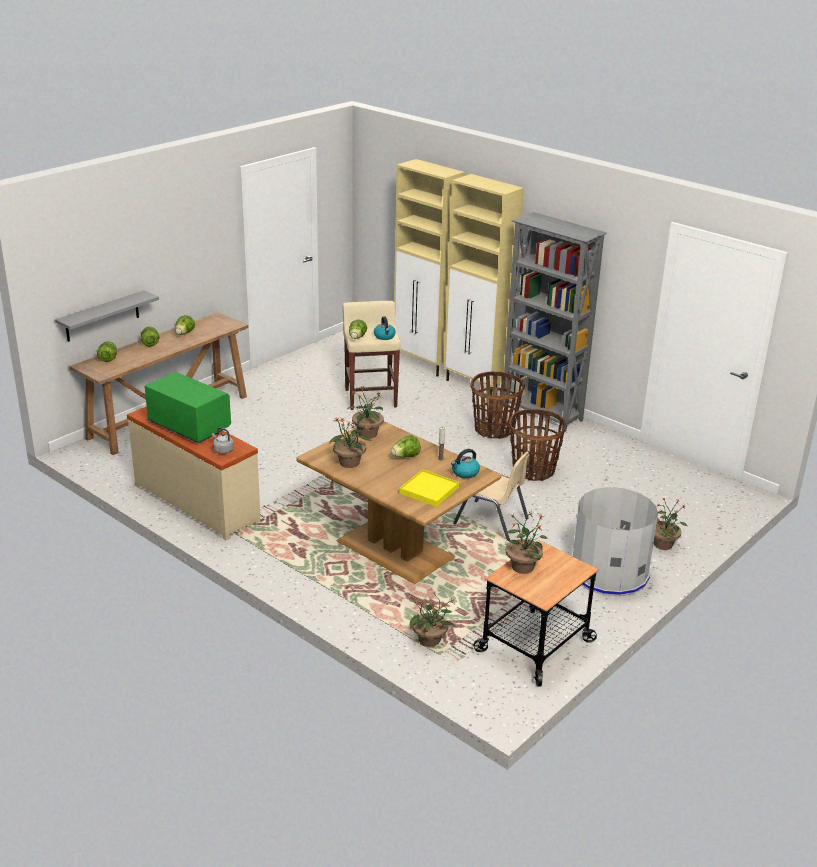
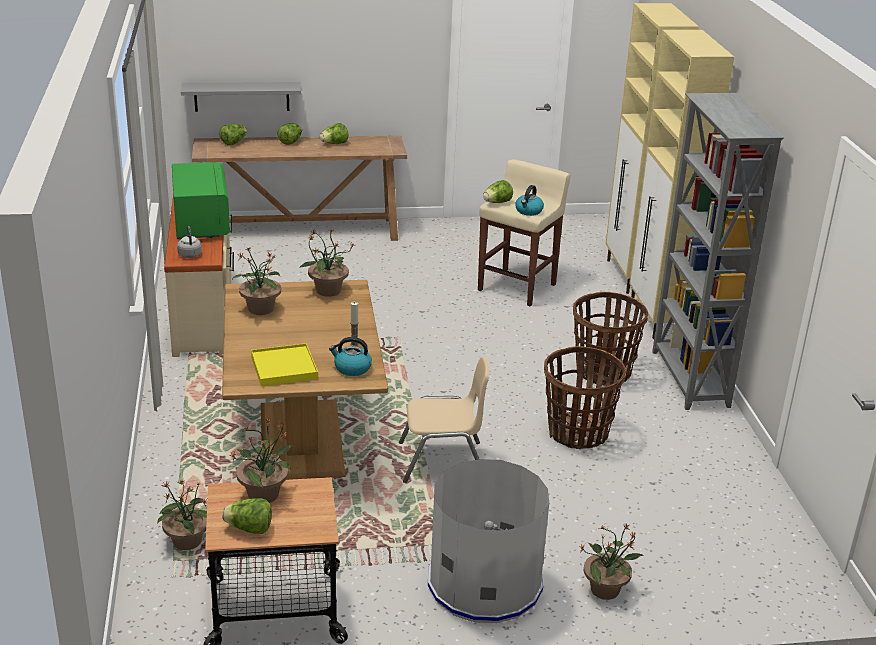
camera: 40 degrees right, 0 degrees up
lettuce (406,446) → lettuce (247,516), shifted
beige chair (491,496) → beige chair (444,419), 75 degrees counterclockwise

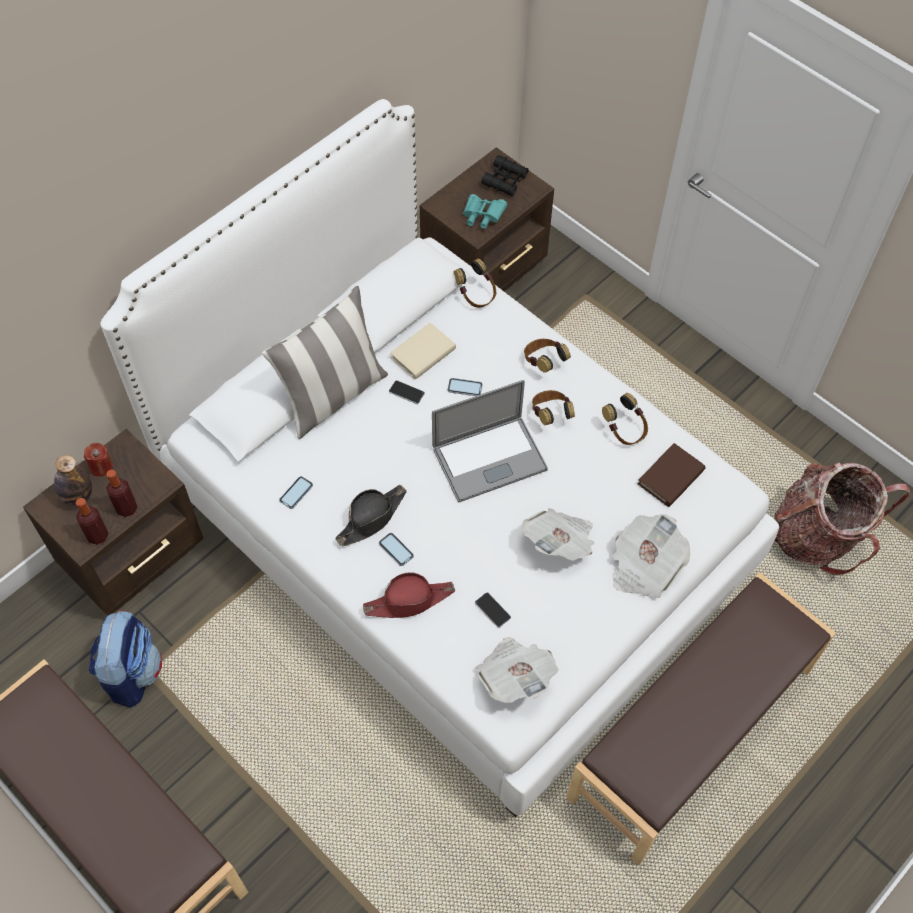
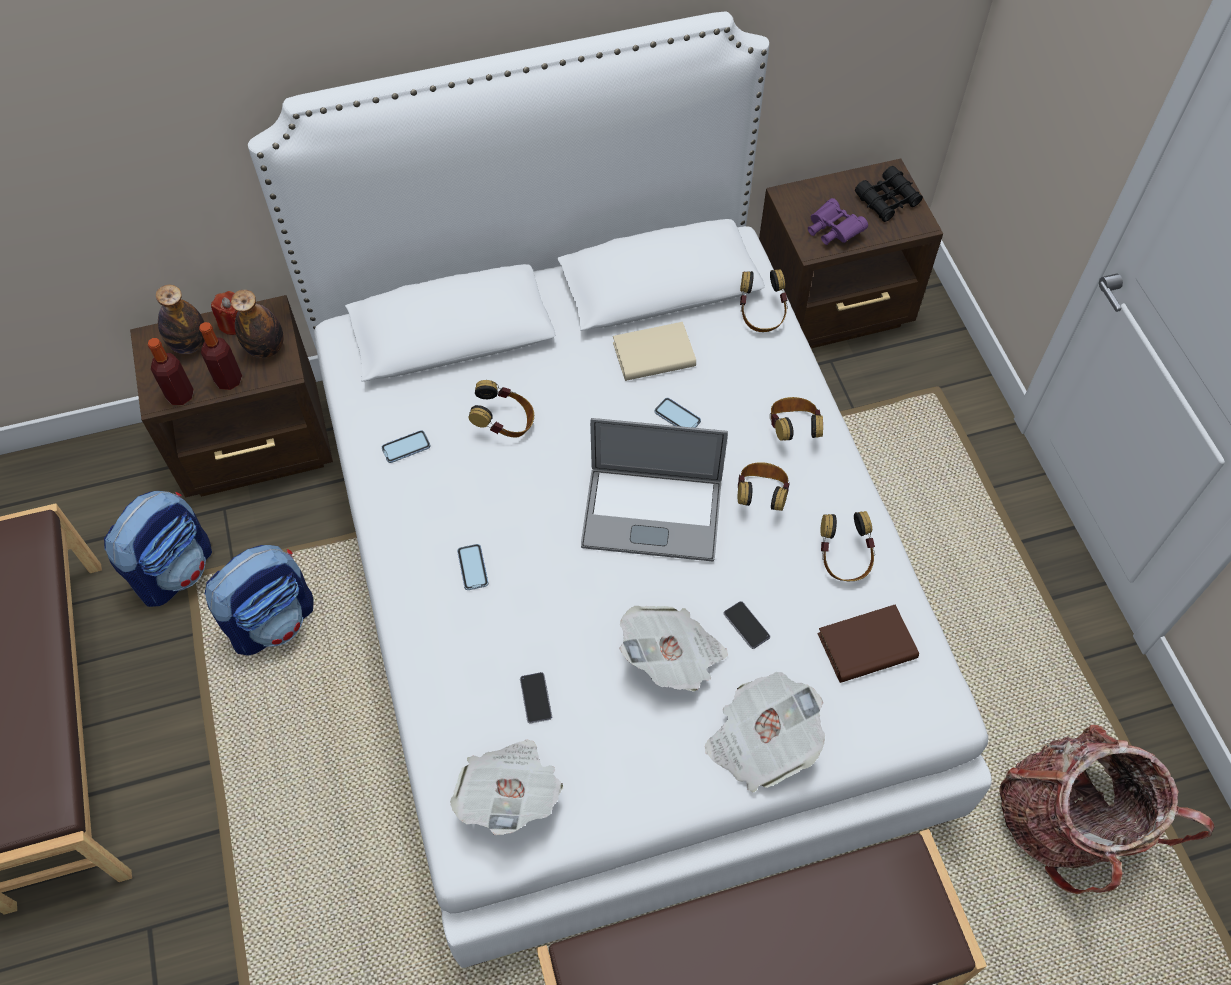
camera: 30 degrees right, 0 degrees up
- → backpack (259,600)
- → bottle (257,324)
- → headphones (501,408)
phone (407,392) → phone (747,625), shifted
turquoise binoculars (485,211) → purple binoculars (838,221)
pillow (325,362) → -
black hat (371,515) → -
red hat (409,595) → -

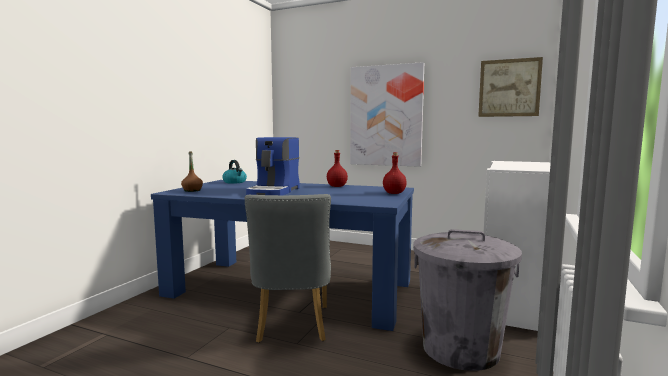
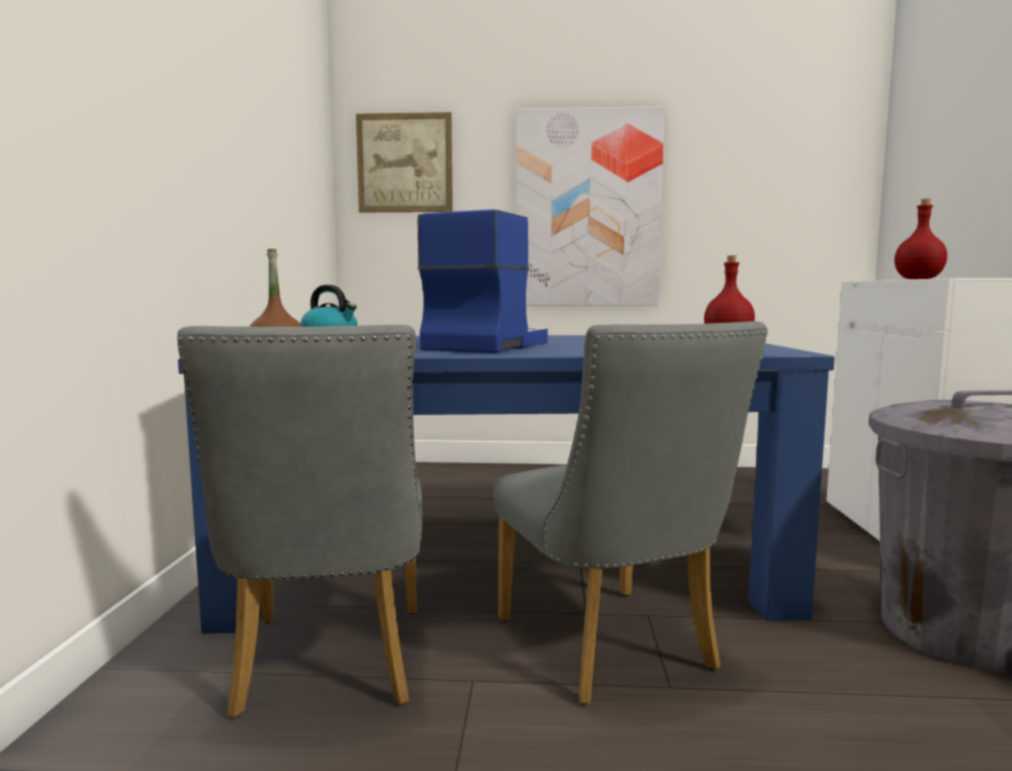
camera: 20 degrees left, 0 degrees up
- → grey chair (300,521)
picture (510,87) → picture (404,162), shifted
coffee machine (273,166) → coffee machine (483,281), 150 degrees counterclockwise
red bottle (337,168) → red bottle (920,239), shifted

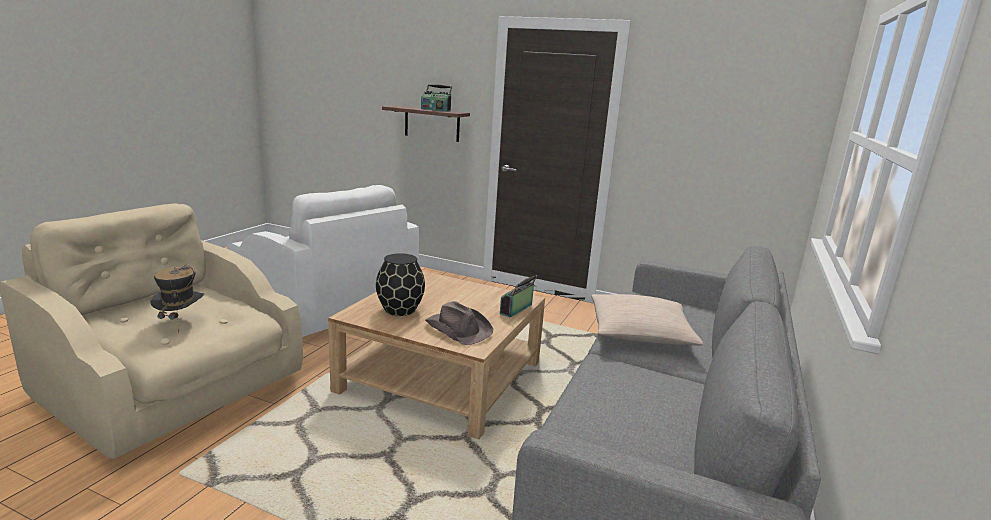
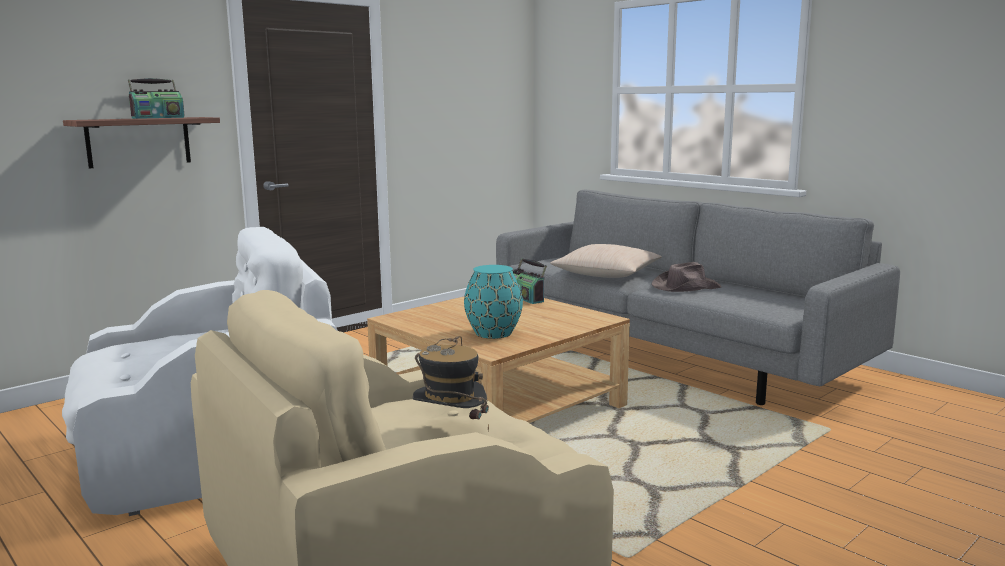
camera: 65 degrees left, 5 degrees down
black vase (400,284) → turquoise vase (493,302)
brown hat (459,323) → brown hat (686,277), shifted

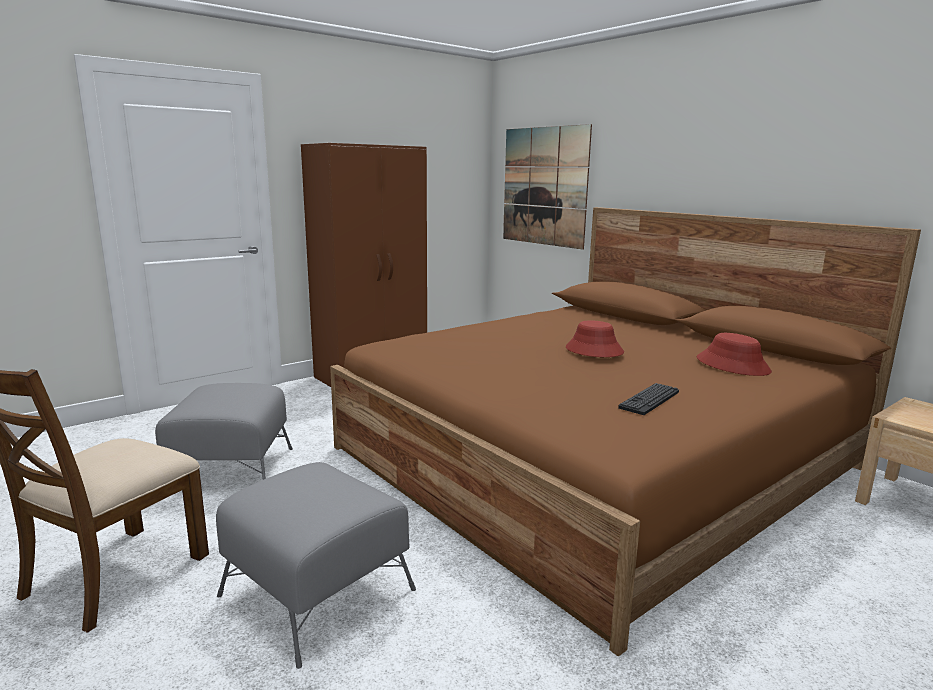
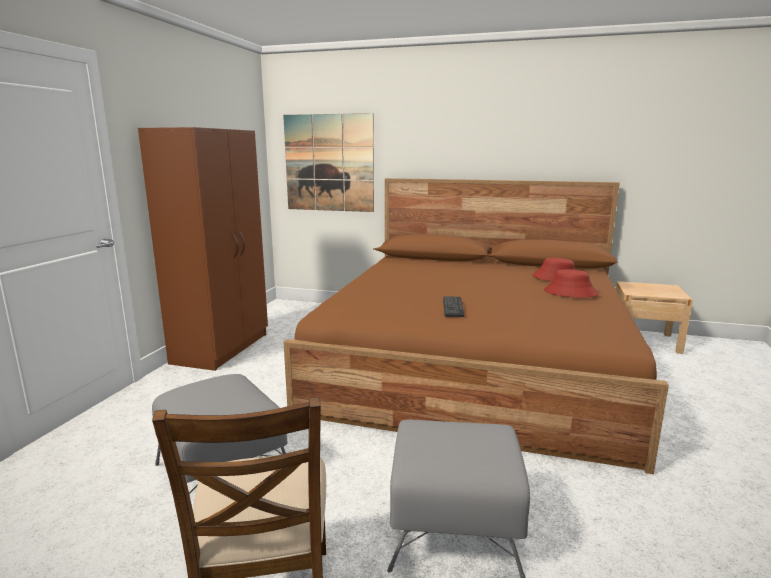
camera: 35 degrees left, 0 degrees up
keyboard (648,399) → keyboard (453,306), shifted
red hat (595,338) → red hat (571,284), shifted

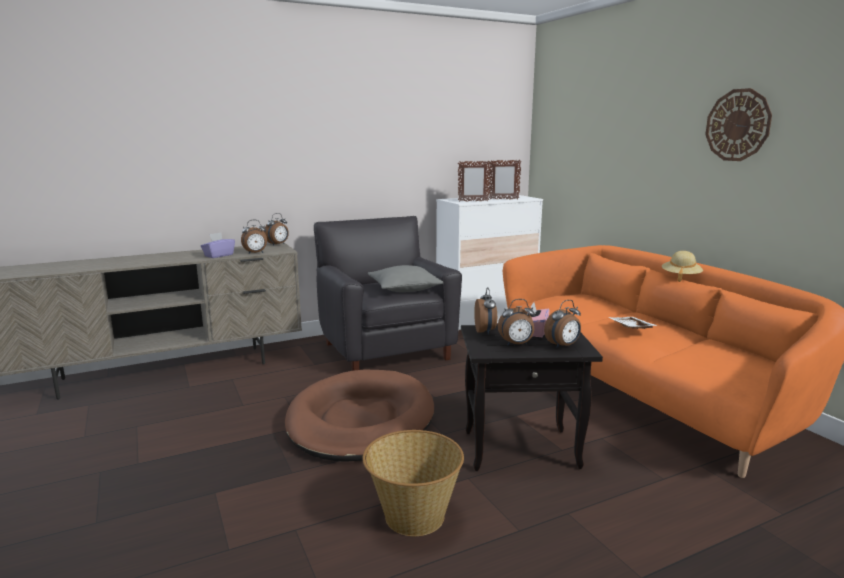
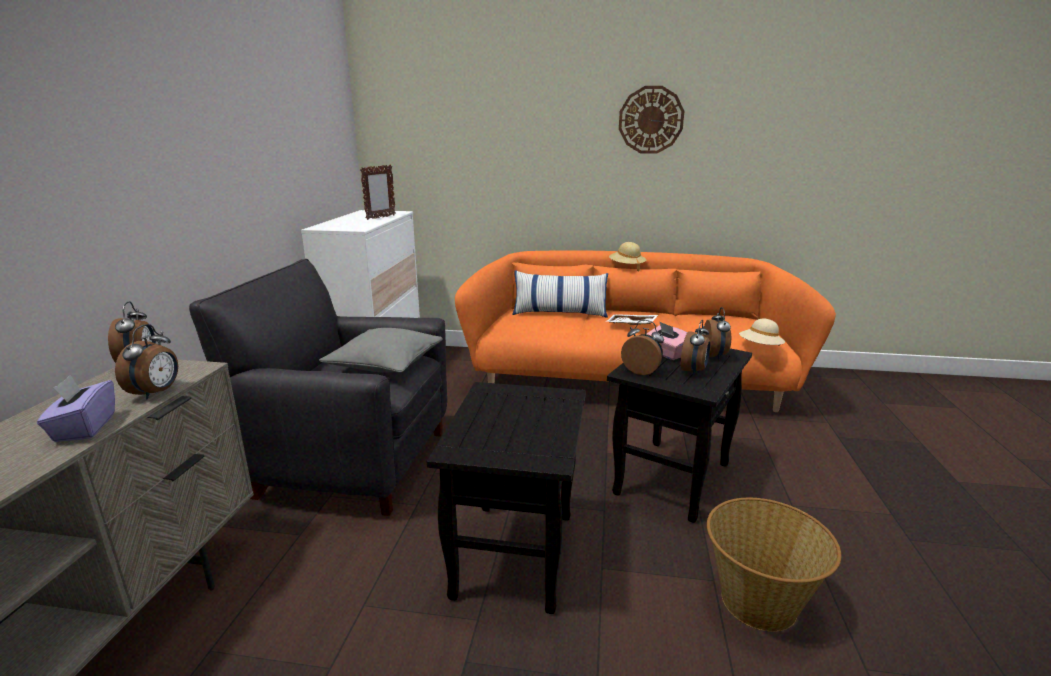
camera: 55 degrees left, 5 degrees up
brown dog bed (359,415) → black side table (506,498)
- → pillow (560,294)
- → beige hat (762,332)
picture frame (474,181) → -

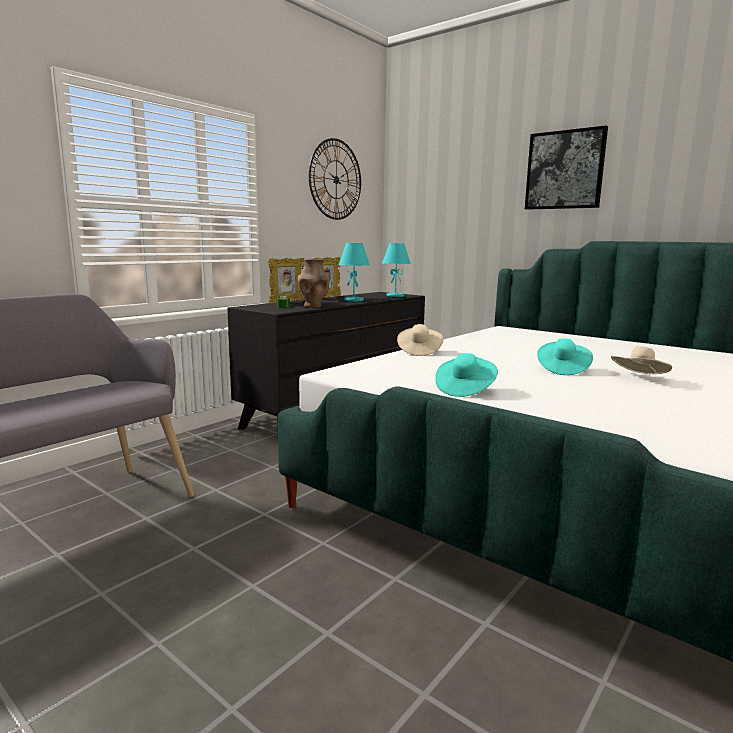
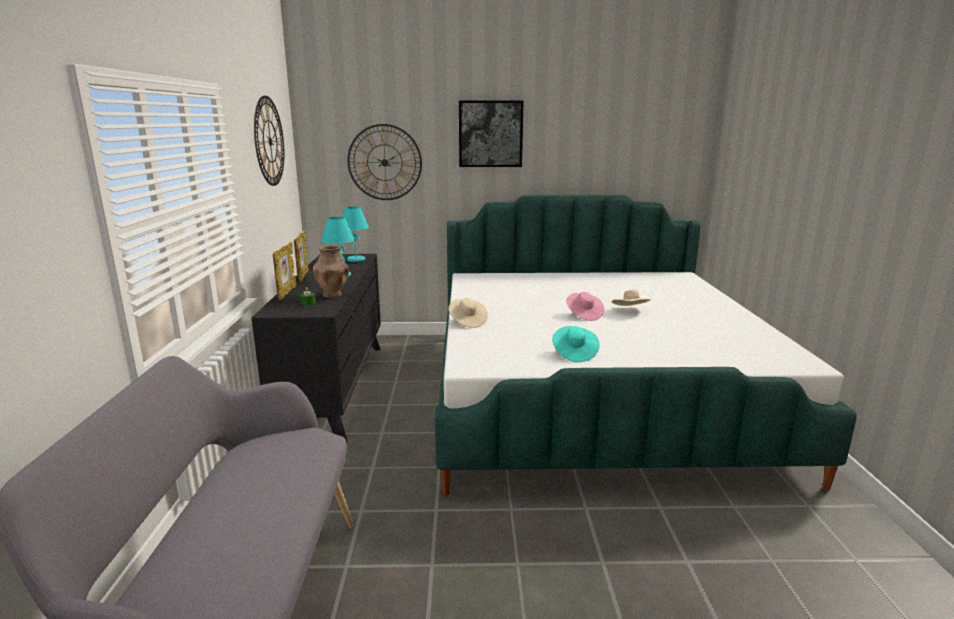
camera: 40 degrees left, 5 degrees up
- → wall clock (384,162)
turquoise hat (565,356) → pink hat (585,306)

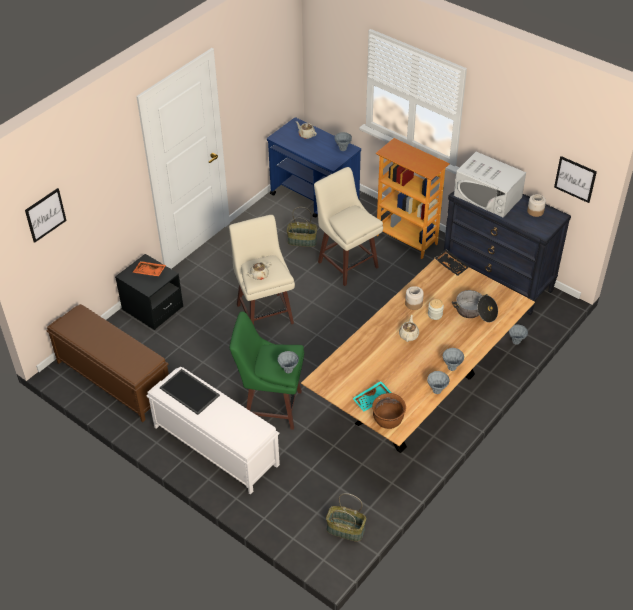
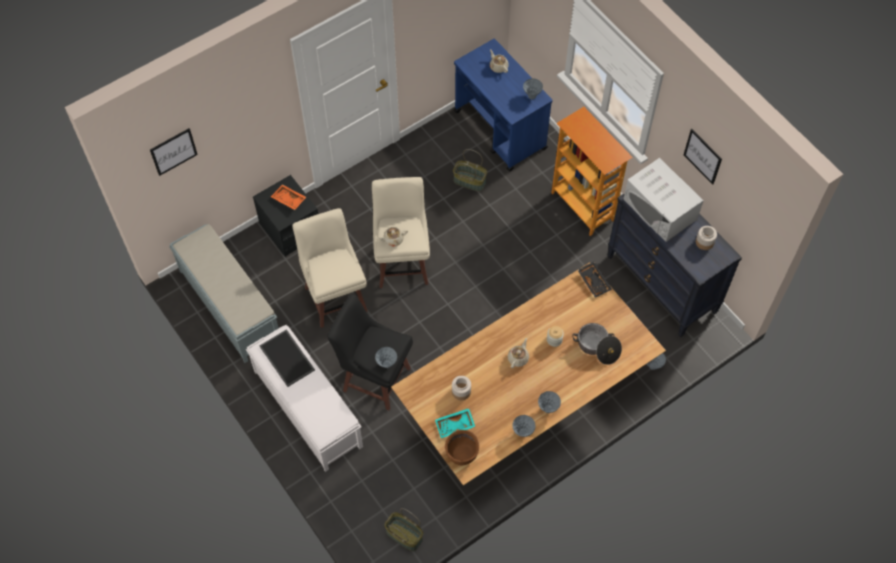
camera: 15 degrees right, 15 degrees up
brown bench (107,363) → grey bench (223,293)
beige stool (348,226) → beige stool (330,268), shifted
green stool (267,370) → black stool (370,352)
jar (414,298) → jar (461,388), shifted
picture (575,179) → picture (703,157), shifted

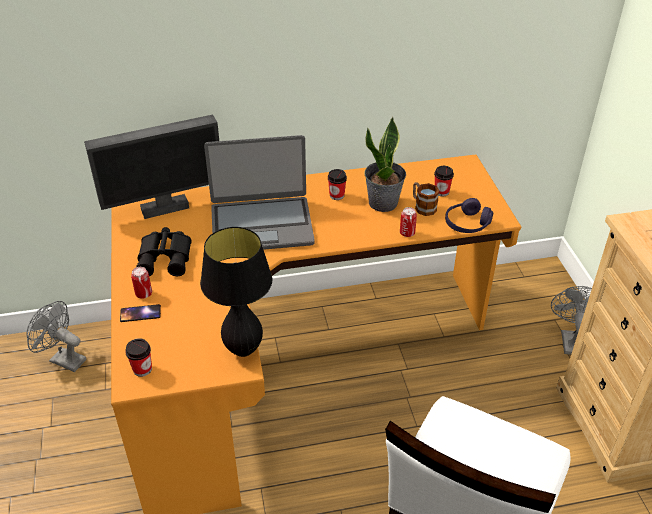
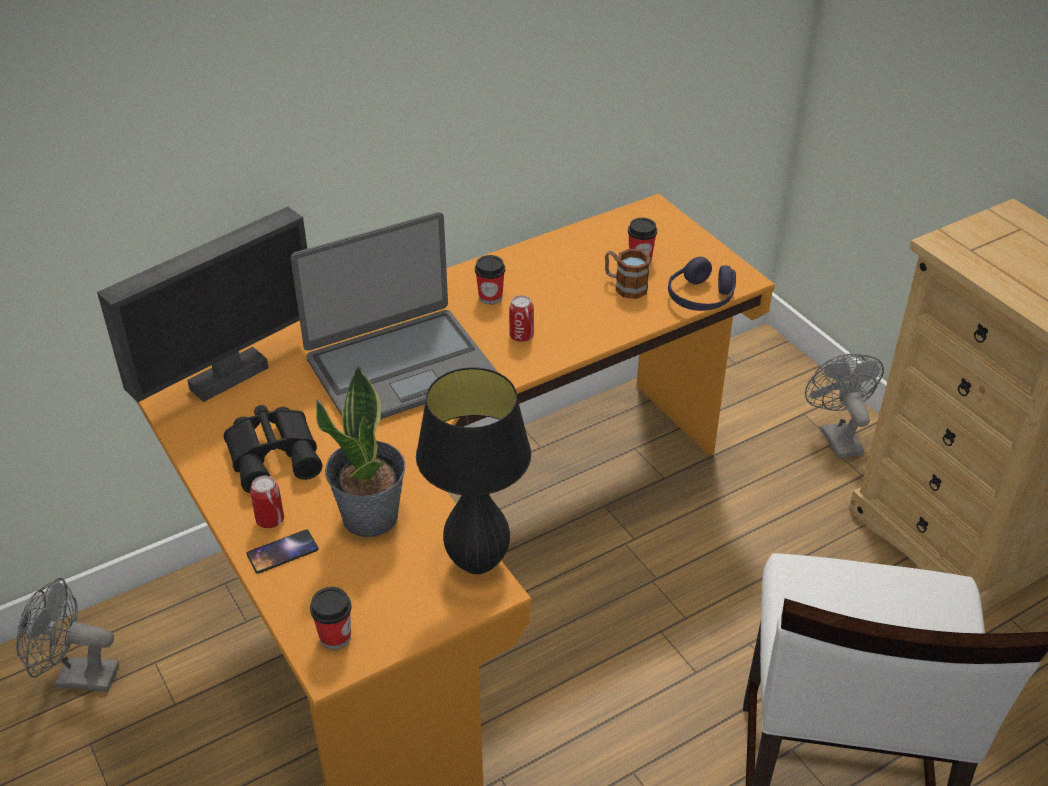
camera: 20 degrees left, 0 degrees up
potted plant (385,164) → potted plant (361,451), shifted
can (408,222) → can (521,318), shifted

